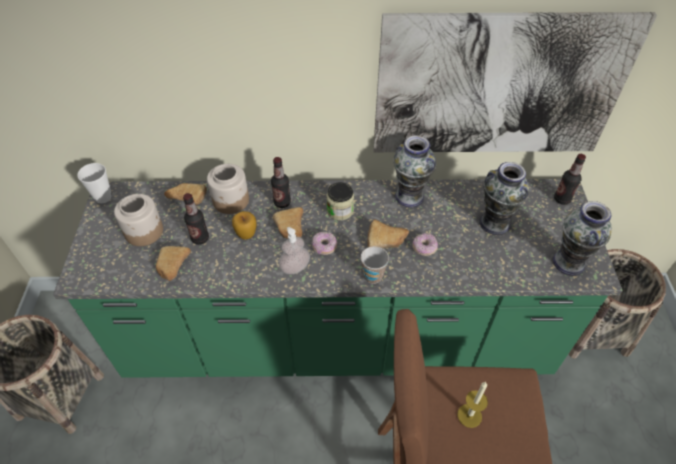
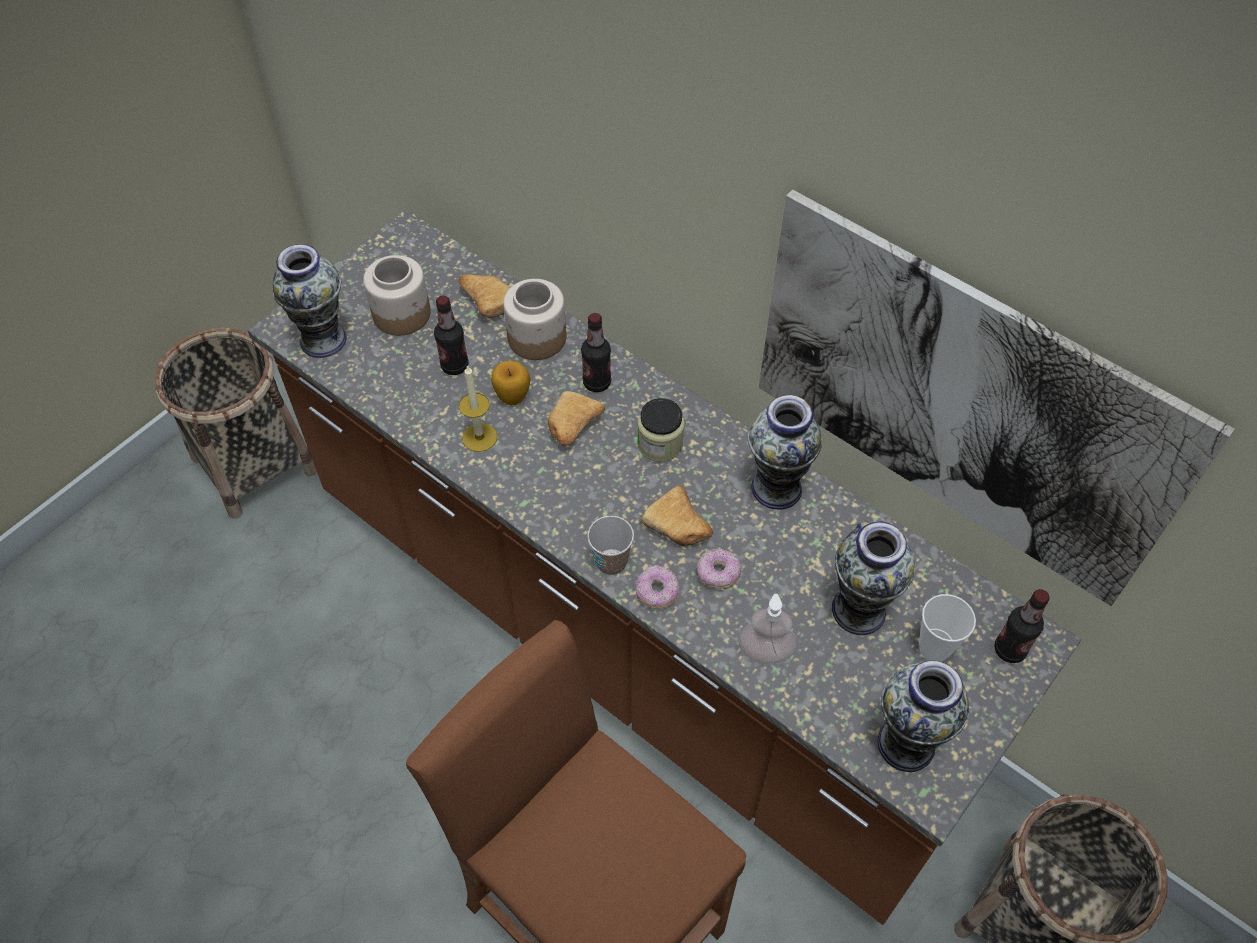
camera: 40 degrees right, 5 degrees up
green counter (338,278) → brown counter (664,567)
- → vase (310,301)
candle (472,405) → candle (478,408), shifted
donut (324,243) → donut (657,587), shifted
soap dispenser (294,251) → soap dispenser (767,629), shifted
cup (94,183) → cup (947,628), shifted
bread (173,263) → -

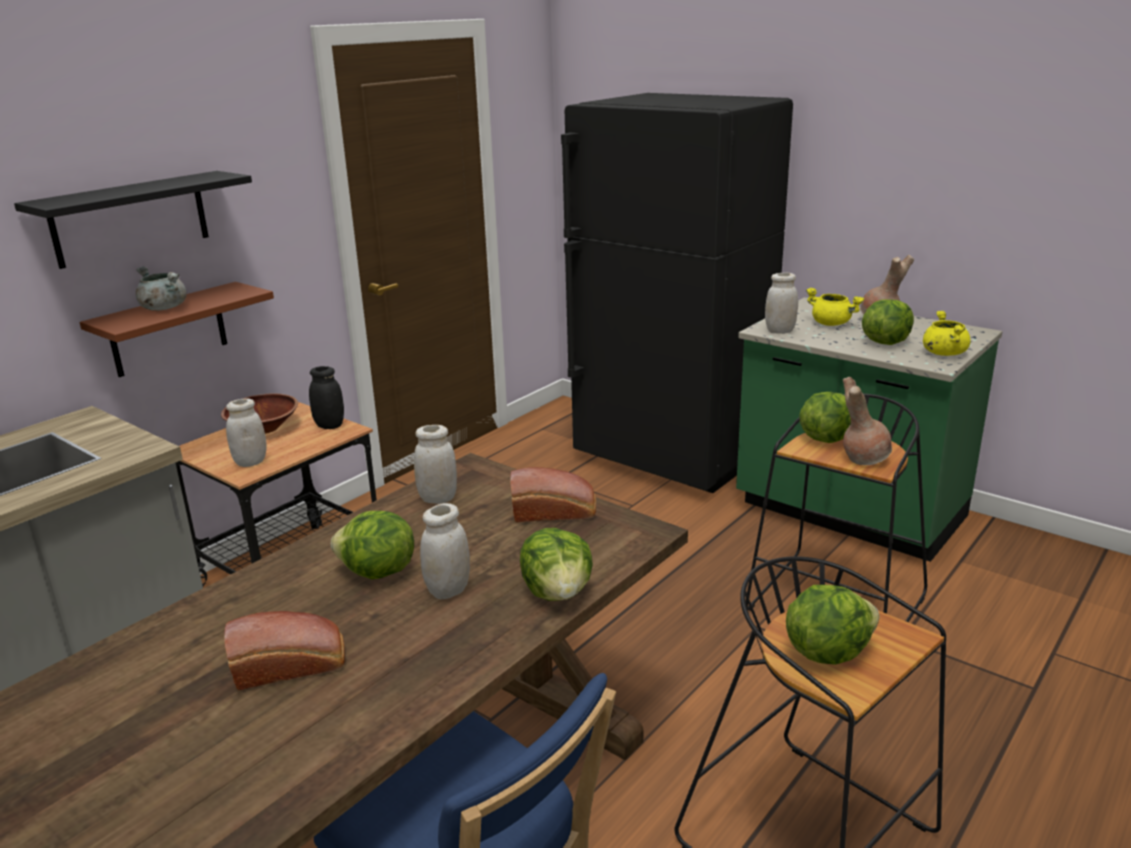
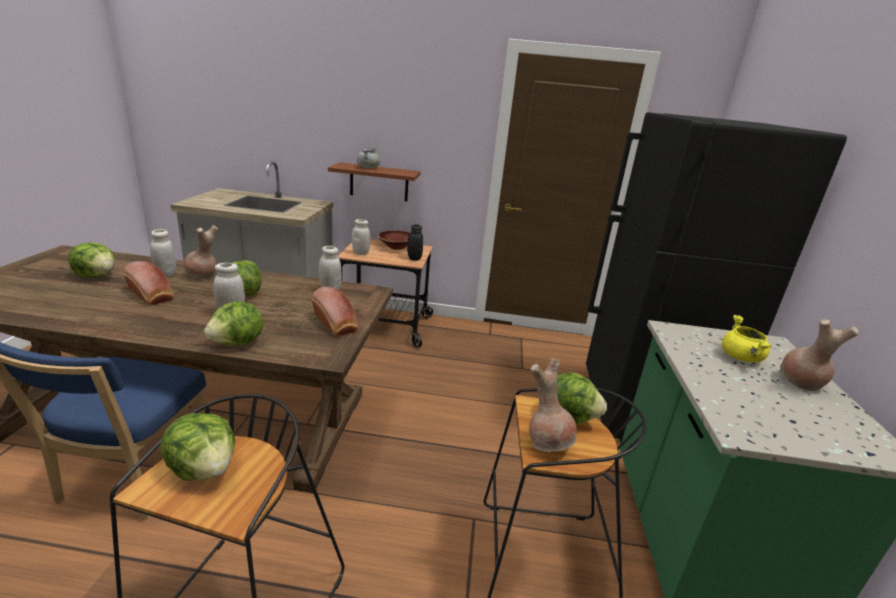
camera: 55 degrees right, 0 degrees up
lettuce (888,322) → lettuce (91,260), shifted
white jar (781,303) → white jar (163,253), shifted
- → brown vase (200,252)
black shelf (133,220) → -
yellow cooking pot (947,333) → -

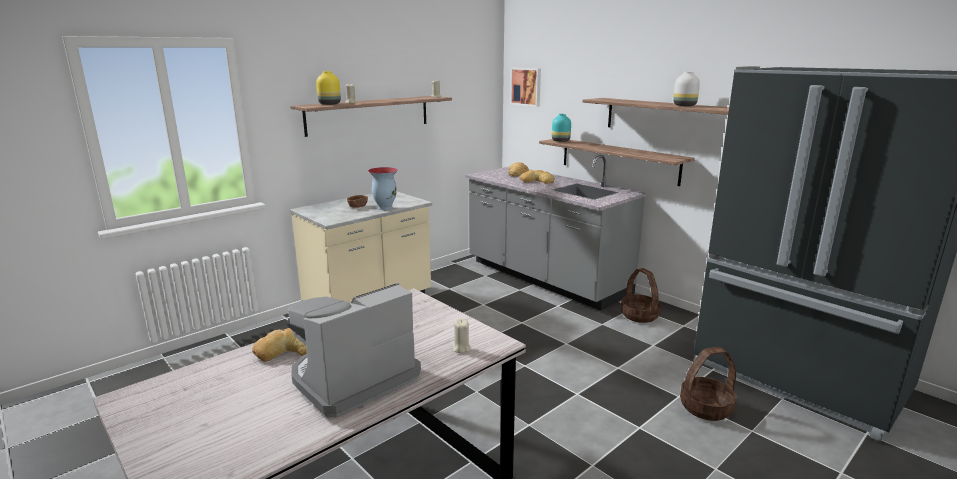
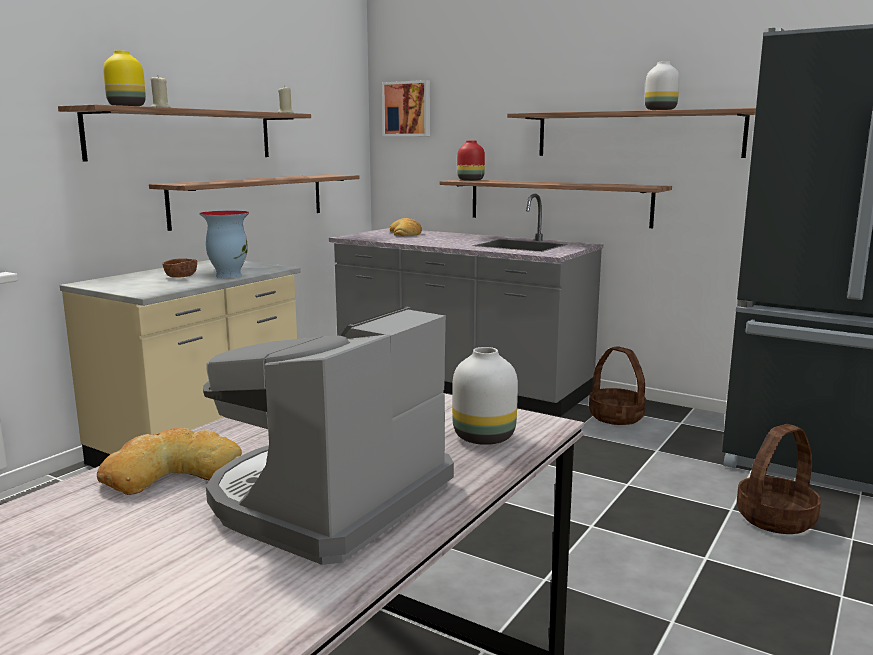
camera: 15 degrees left, 5 degrees down
- → shelf (254,202)
beige candle (461,335) → white vase (485,396)
turquoise vase (561,128) → red vase (471,161)
bread (537,177) → -

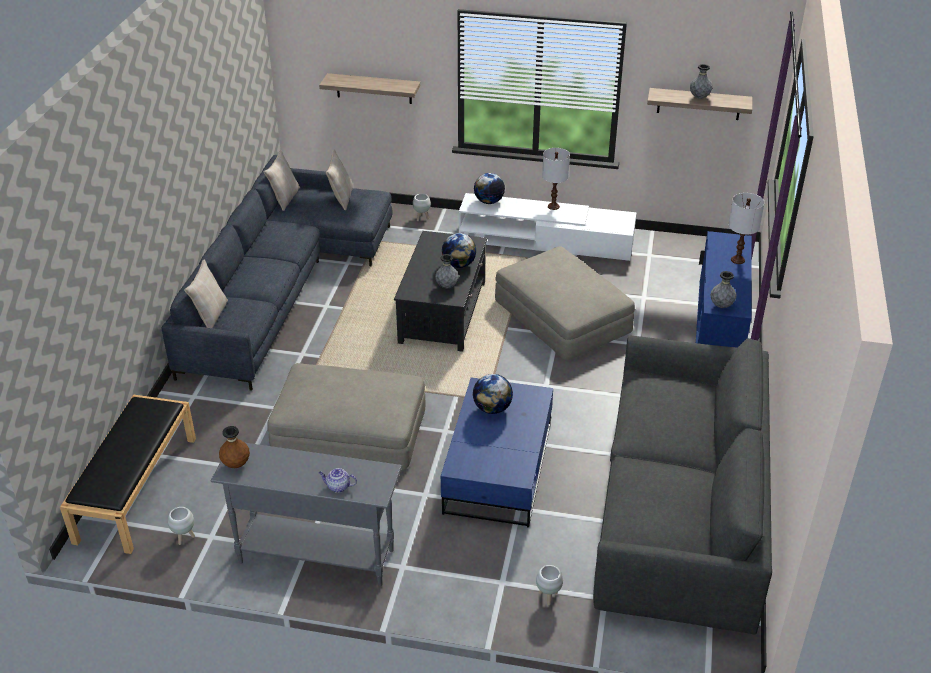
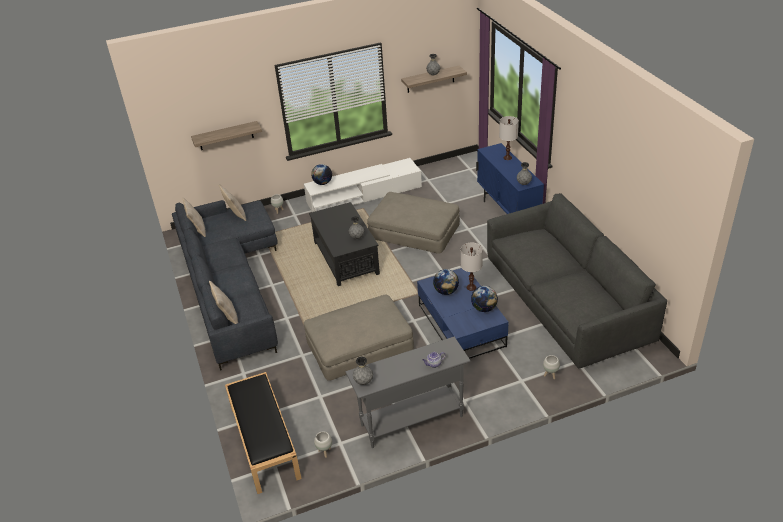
camera: 30 degrees left, 0 degrees up
brown vase (234,447) → grey vase (363,371)
white table lamp (556,179) → white table lamp (472,267), shifted
globe (459,250) → globe (484,299), shifted

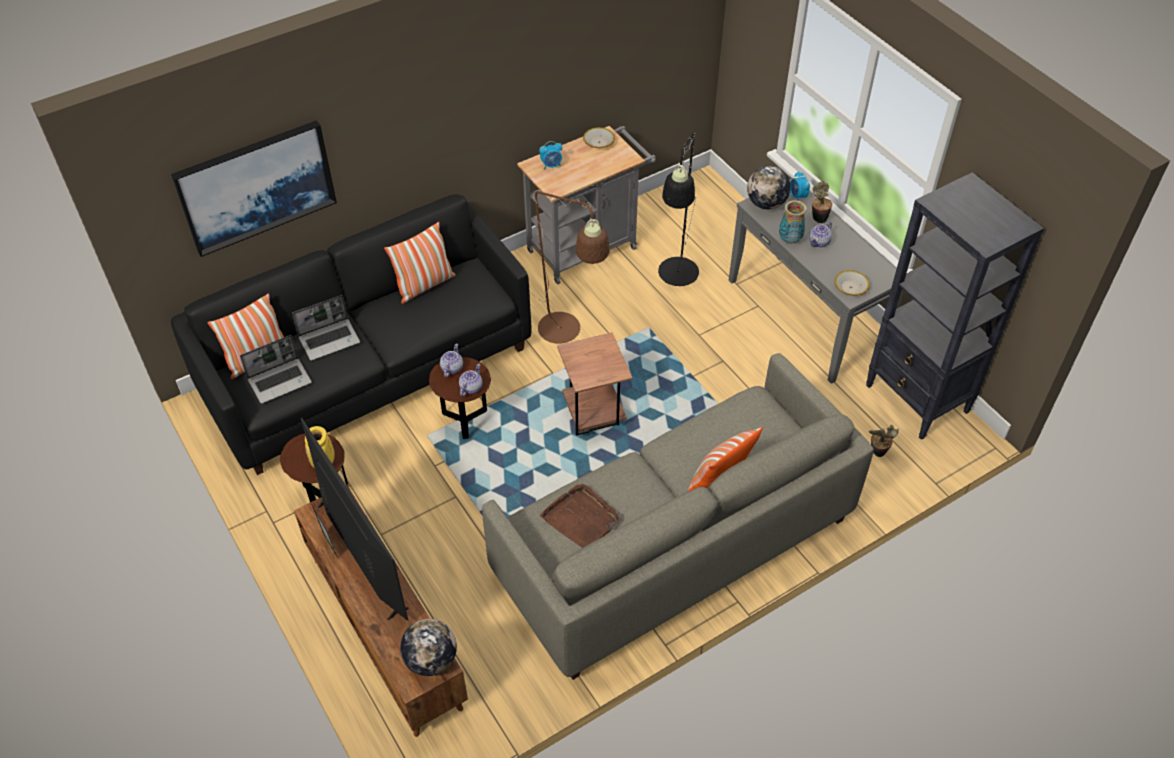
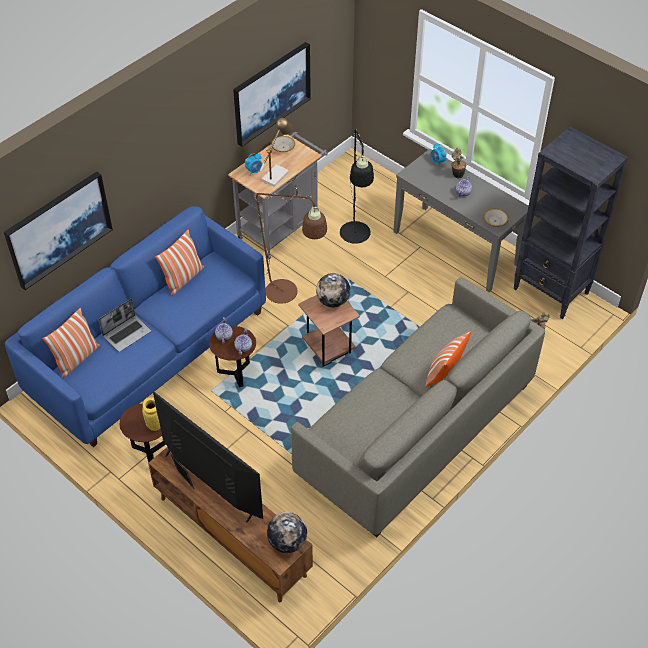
camera: 15 degrees left, 0 degrees up
black sofa (351,334) → blue sofa (135,326)
- → picture (272,94)
- → table lamp (276,152)
globe (768,188) → globe (333,290), shifted
laptop (276,369) → -
brown tray (580,516) → -
vase (793,222) → -

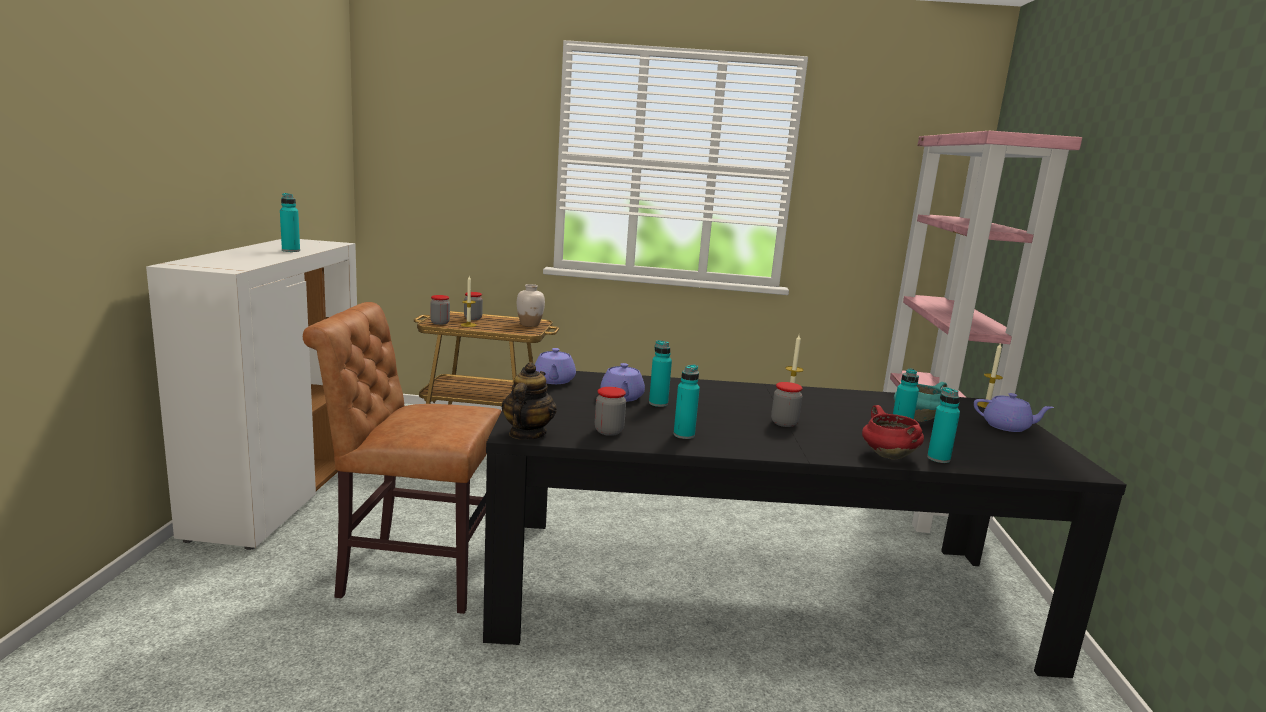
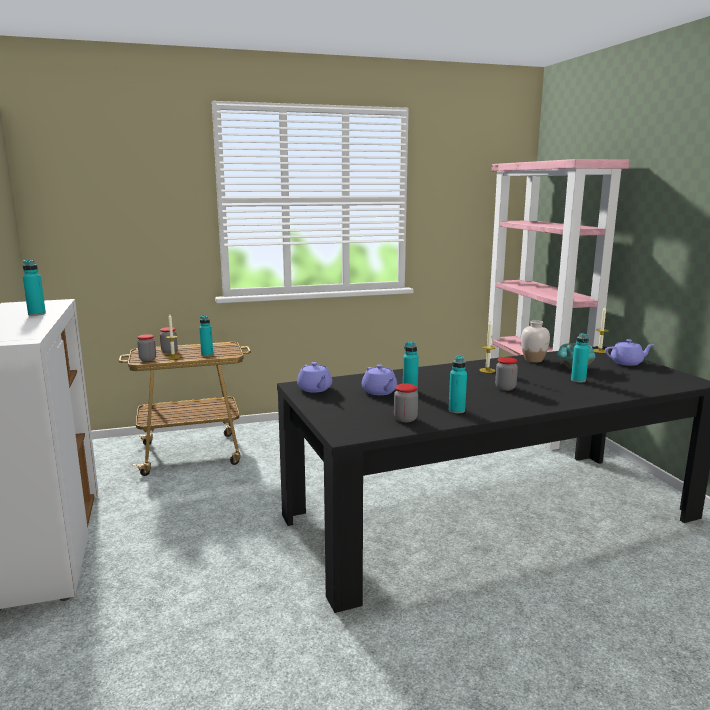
camera: 20 degrees left, 0 degrees up
turquoise bottle (943,425) → turquoise bottle (206,336), shifted
white vase (531,305) → white vase (535,341), shifted
brown chair (402,458) → -
teapot (529,401) → -
red cooking pot (893,432) → -

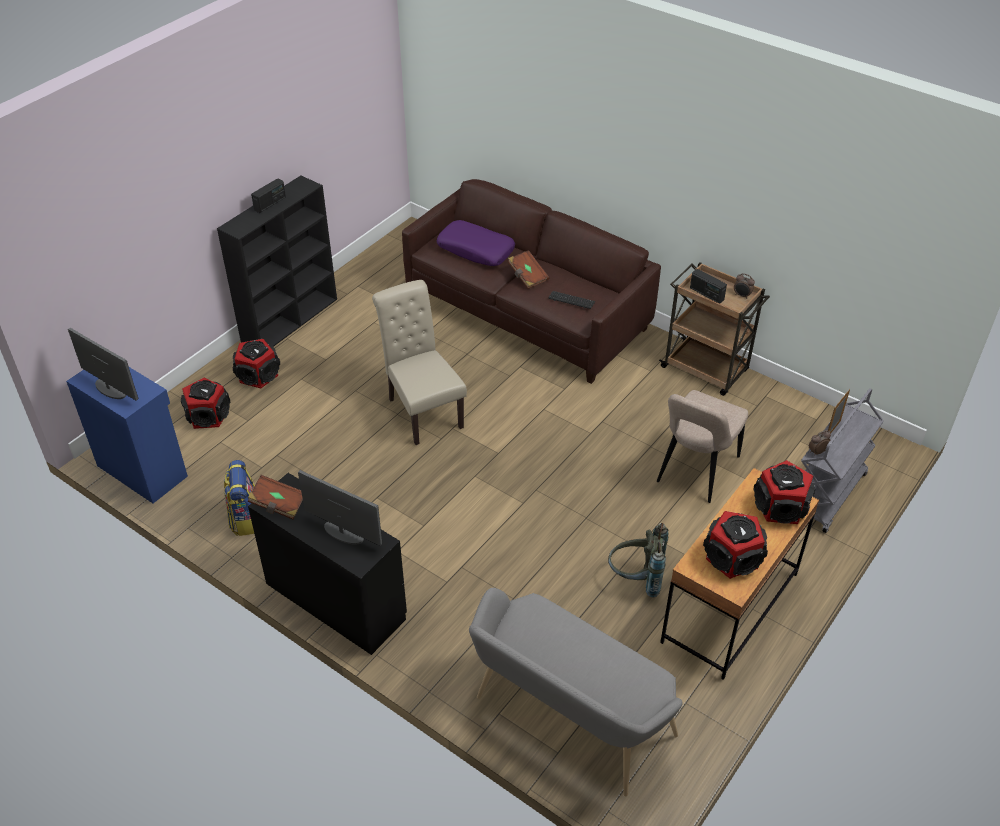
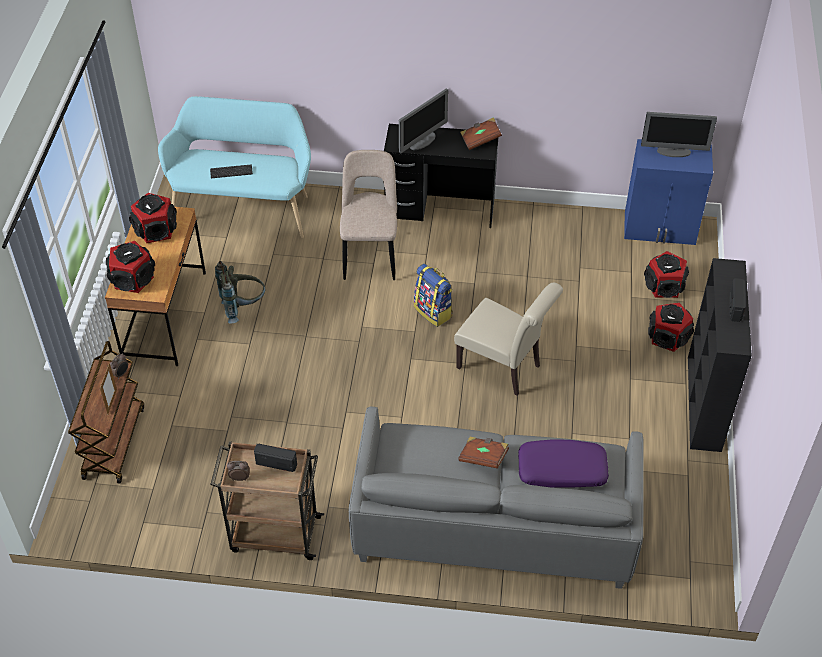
camera: 150 degrees right, 5 degrees up
grey cart (842,460) → brown cart (106,412)
grey bench (576,692) → turquoise bench (234,167)
keyboard (571,300) → keyboard (231,171), shifted
beige chair (702,446) → beige chair (368,215), shifted
brown sofa (531,281) → grey sofa (496,497)
monitor (340,508) → monitor (423,121), 45 degrees counterclockwise
backpack (239,498) → backpack (433,295), shifted

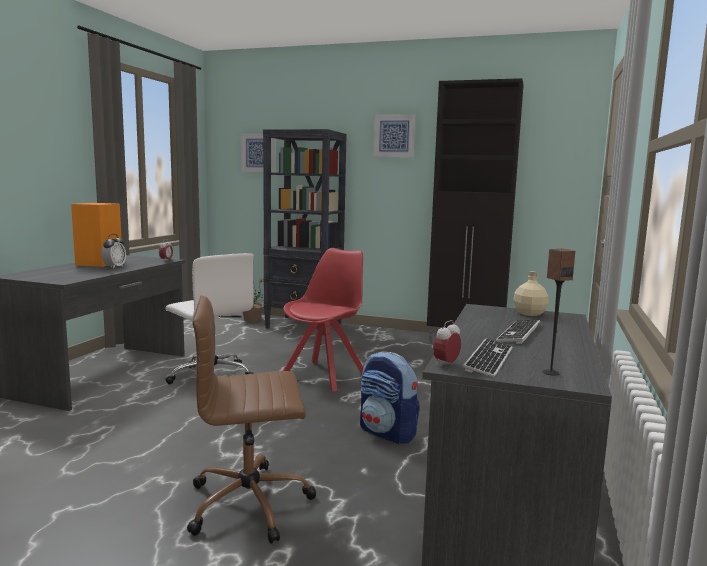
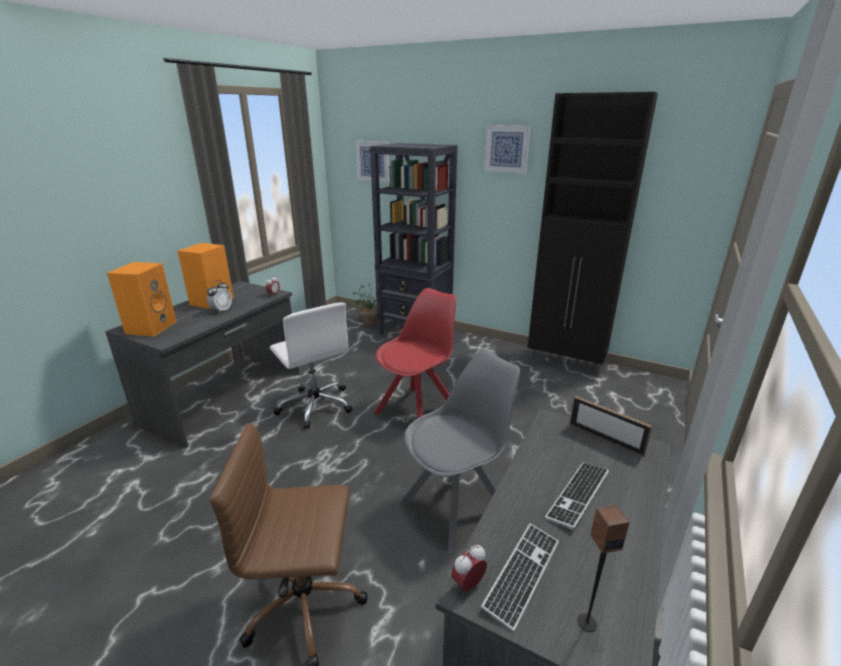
camera: 10 degrees right, 15 degrees up
- → orange speaker (142,299)
backpack (390,398) → grey chair (460,451)
beige bottle (531,293) → picture frame (611,427)

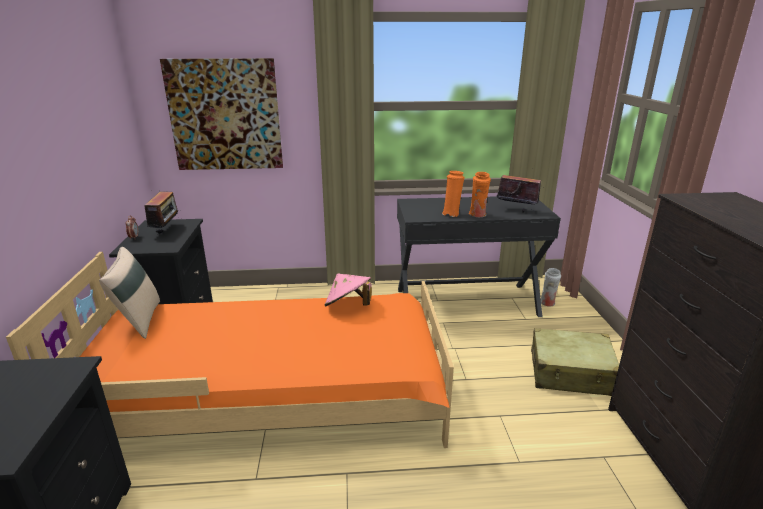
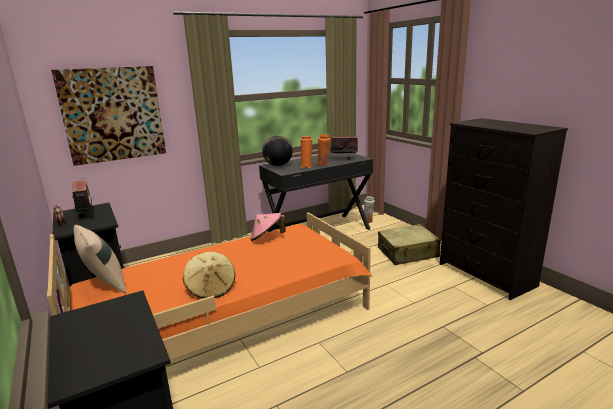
camera: 25 degrees left, 5 degrees down
- → beige hat (209,275)
- → globe (277,150)

